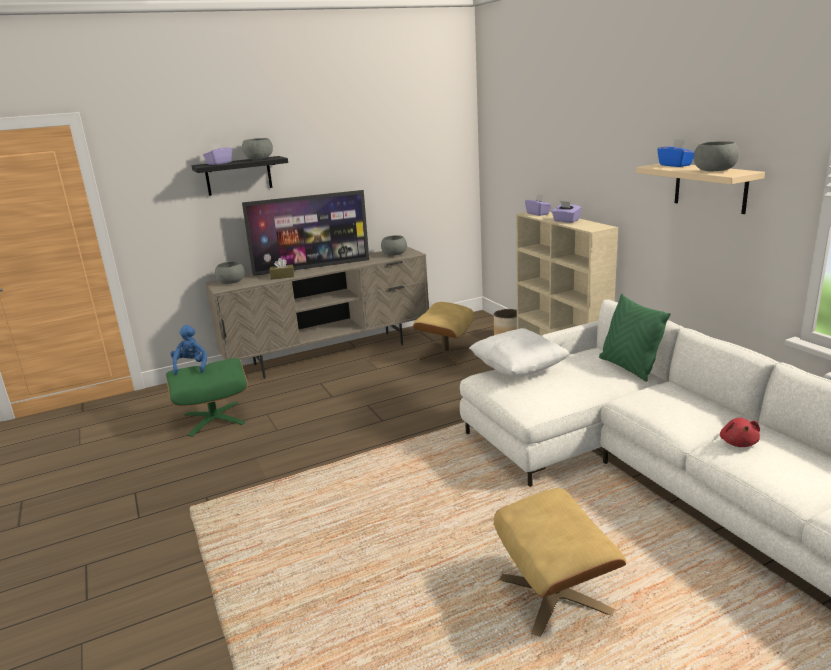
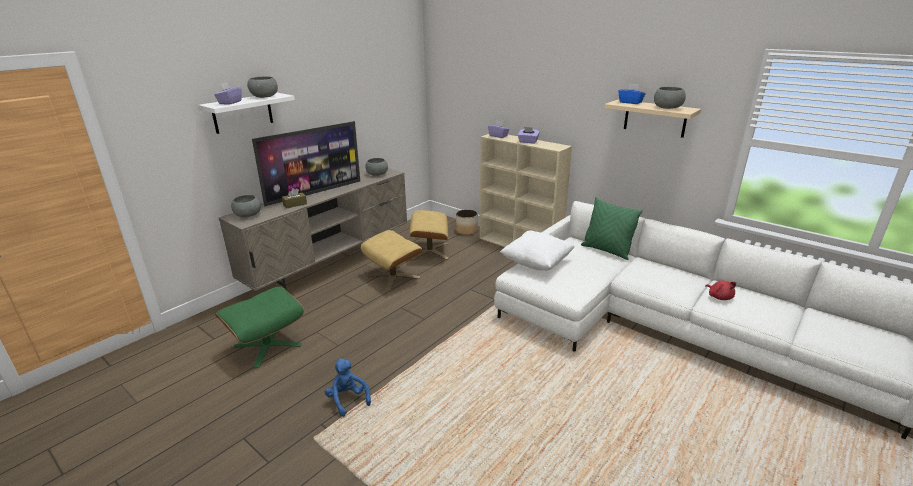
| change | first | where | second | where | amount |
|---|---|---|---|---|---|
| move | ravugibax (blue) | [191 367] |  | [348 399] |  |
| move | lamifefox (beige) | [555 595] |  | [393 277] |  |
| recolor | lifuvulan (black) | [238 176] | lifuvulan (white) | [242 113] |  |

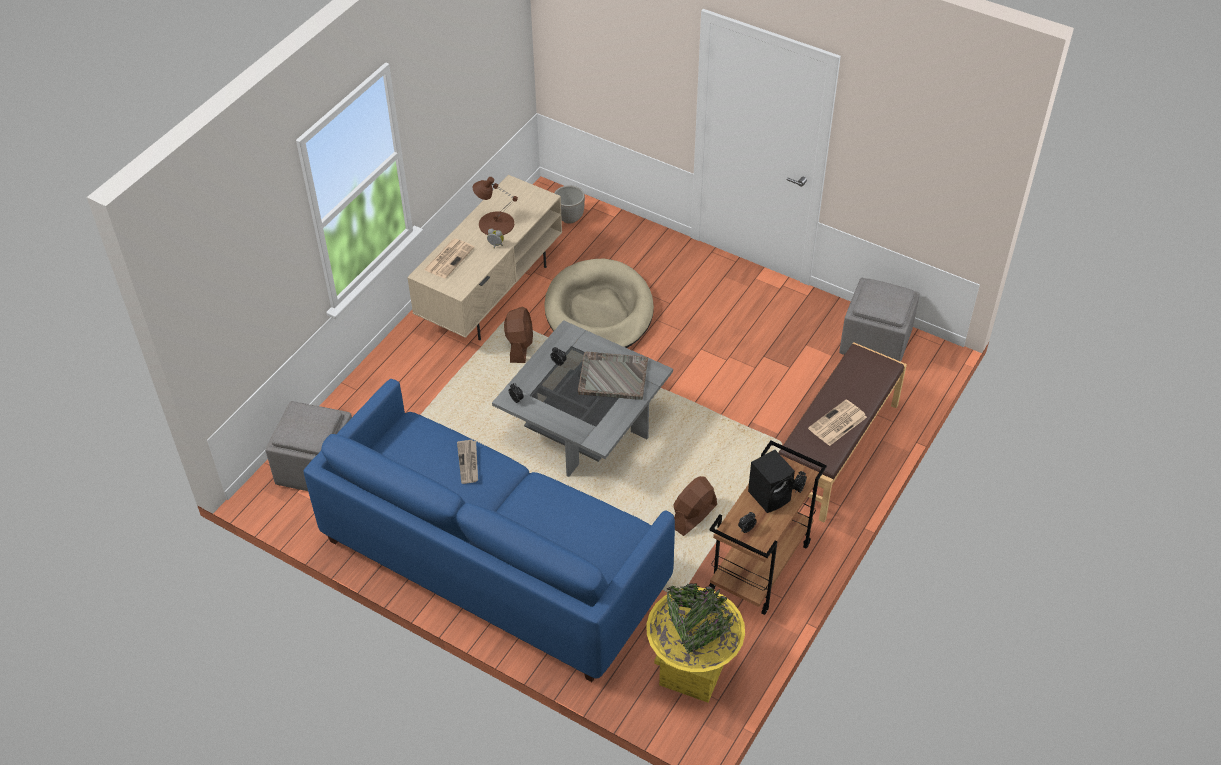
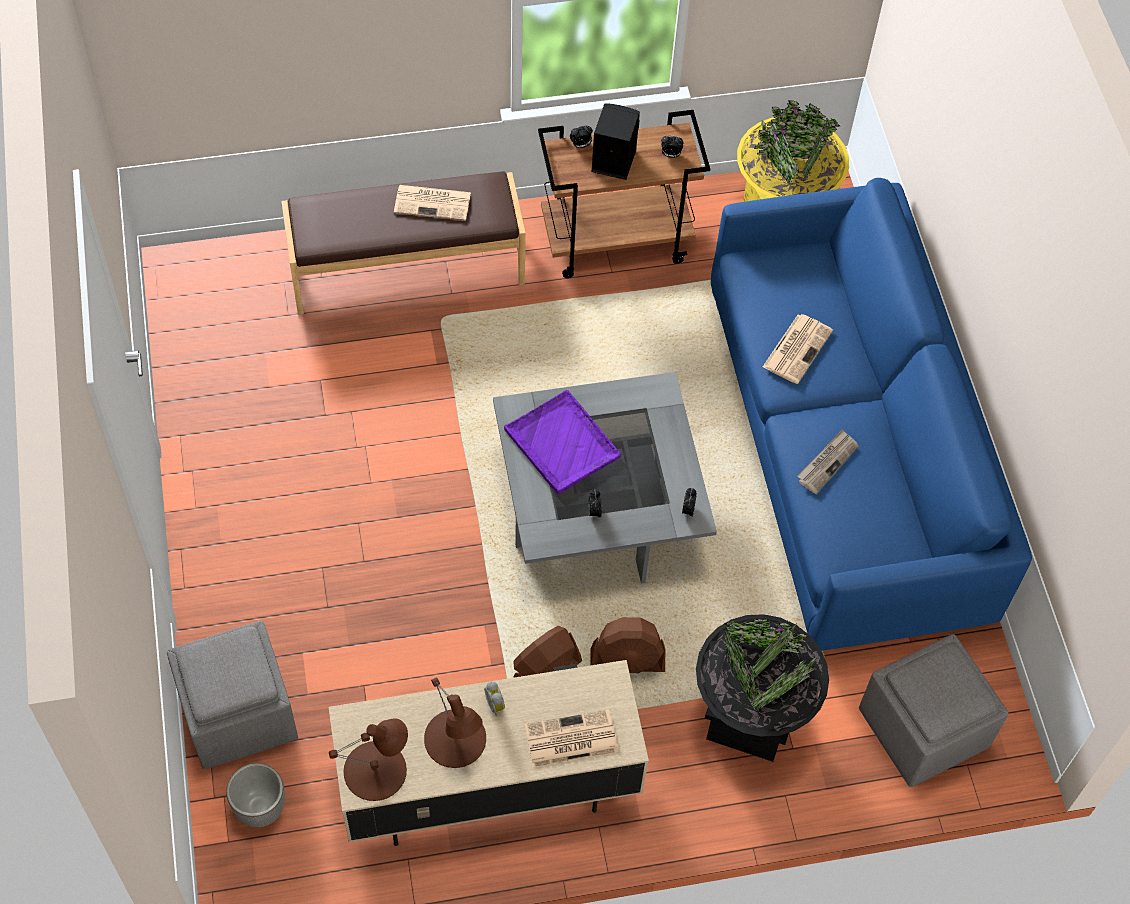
| change | first | where | second | where | amount |
|---|---|---|---|---|---|
| delete | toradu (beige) | [599 311] |  |  |  |
| insert |  |  | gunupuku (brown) | [376 771] |  |
| insert |  |  | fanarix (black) | [750 720] |  |
| insert |  |  | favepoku | [797 348] |  |
| move | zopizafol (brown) | [693 516] |  | [627 661] |  |
| move | lamifefox (grey) | [876 343] |  | [239 712] |  |
| recolor | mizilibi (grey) | [612 377] | mizilibi (purple) | [562 444] |  |

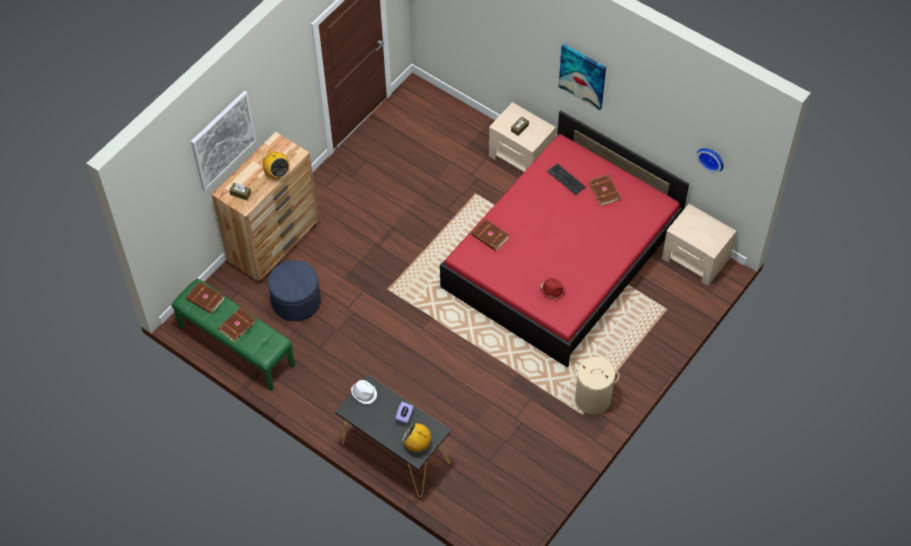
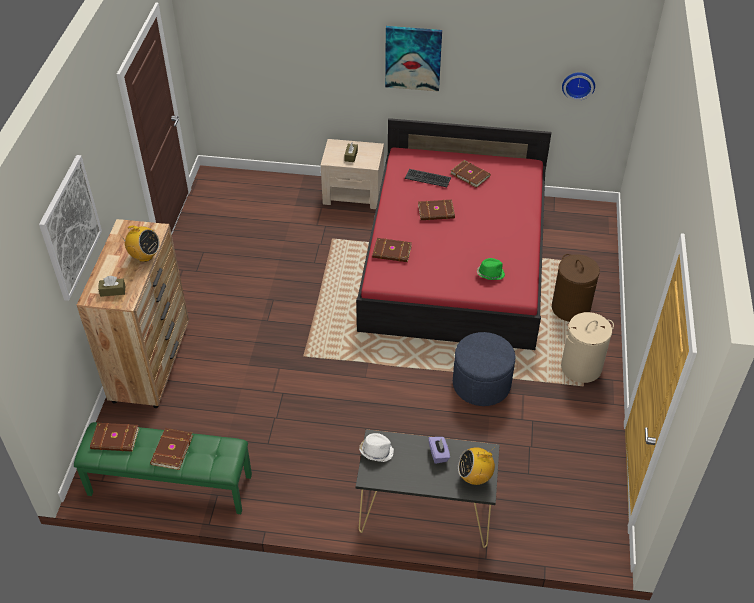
| change | first | where | second | where | amount |
|---|---|---|---|---|---|
| delete | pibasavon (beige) | [696 258] |  |  |  |
| insert |  |  | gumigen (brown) | [436 212] |  |
| insert |  |  | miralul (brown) | [571 308] |  |
| move | lamifefox (blue) | [296 301] |  | [481 384] |  |
| recolor | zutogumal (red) | [552 291] | zutogumal (green) | [490 274] |  |

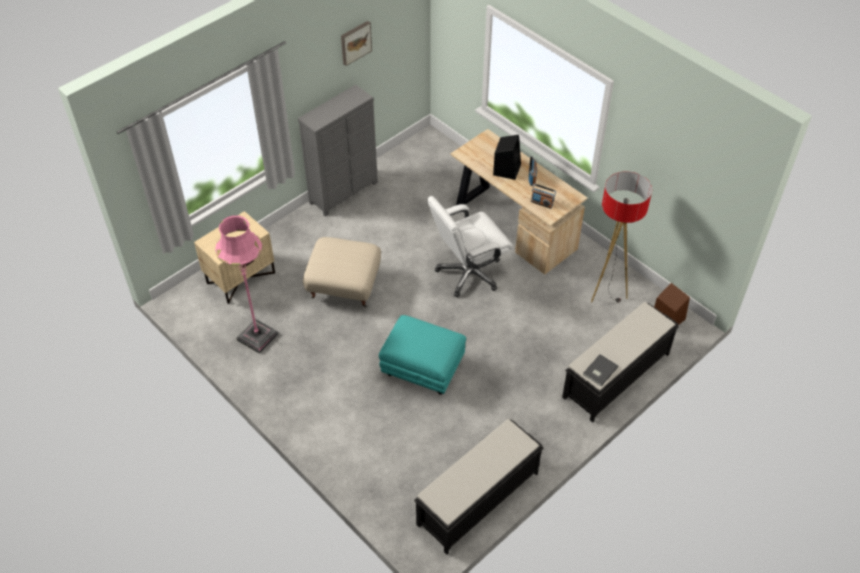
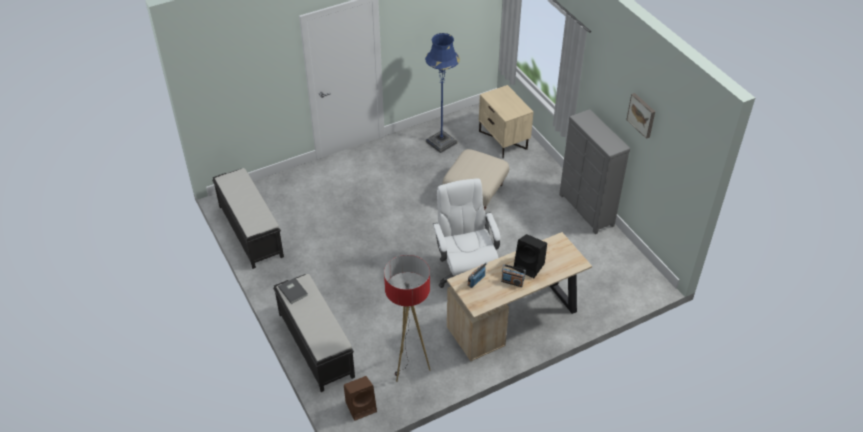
| change | first | where | second | where | amount |
|---|---|---|---|---|---|
| delete | lamifefox (turquoise) | [422 368] |  |  |  |
| recolor | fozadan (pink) | [257 337] | fozadan (blue) | [441 142] |  |

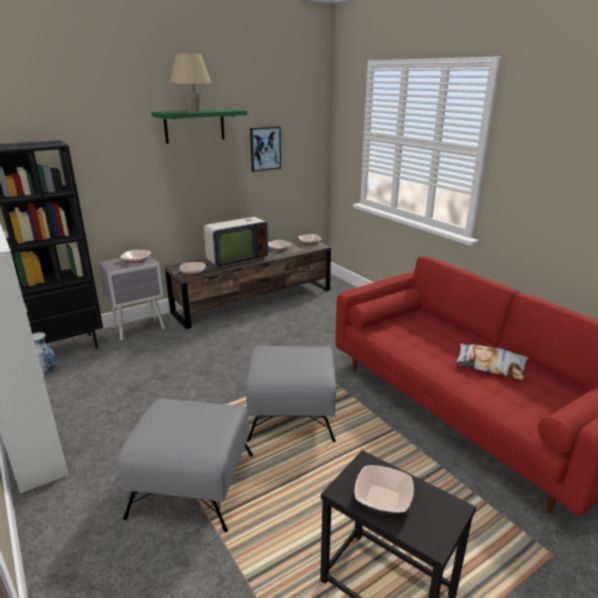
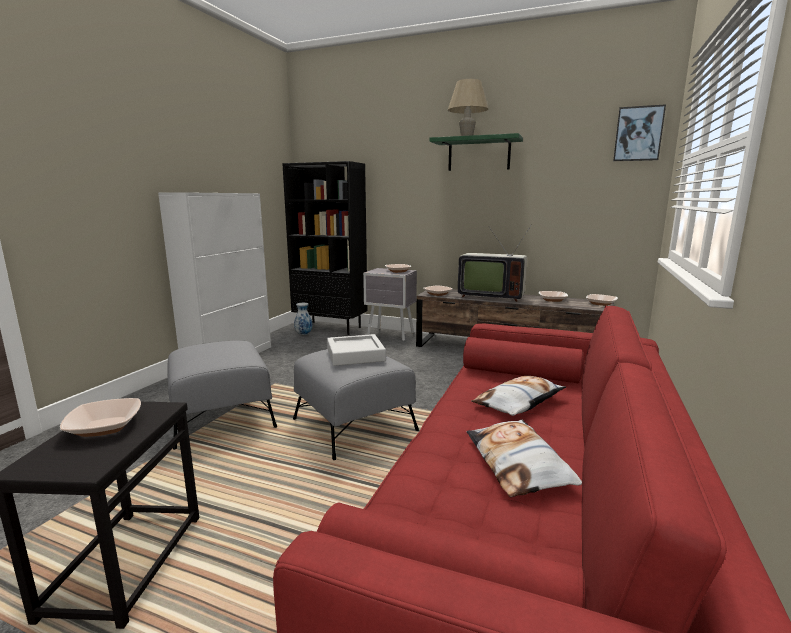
| change | first | where | second | where | amount |
|---|---|---|---|---|---|
| insert |  |  | mizilibi (grey) | [355 355] |  |
| insert |  |  | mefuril | [519 402] |  |
| move | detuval | [265 148] |  | [638 134] |  |

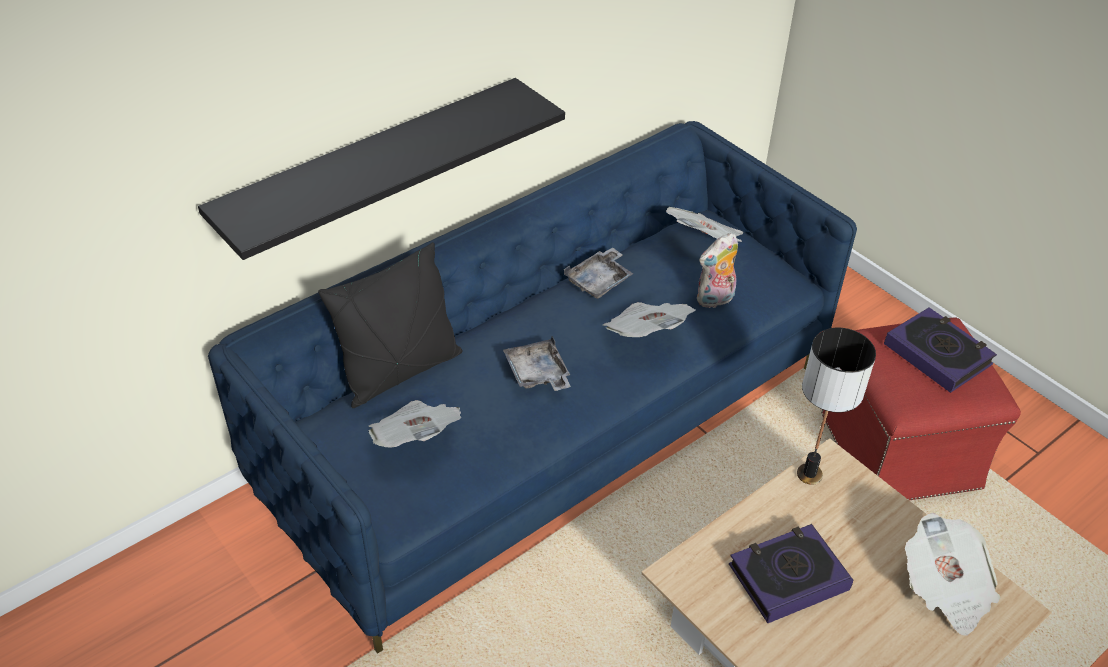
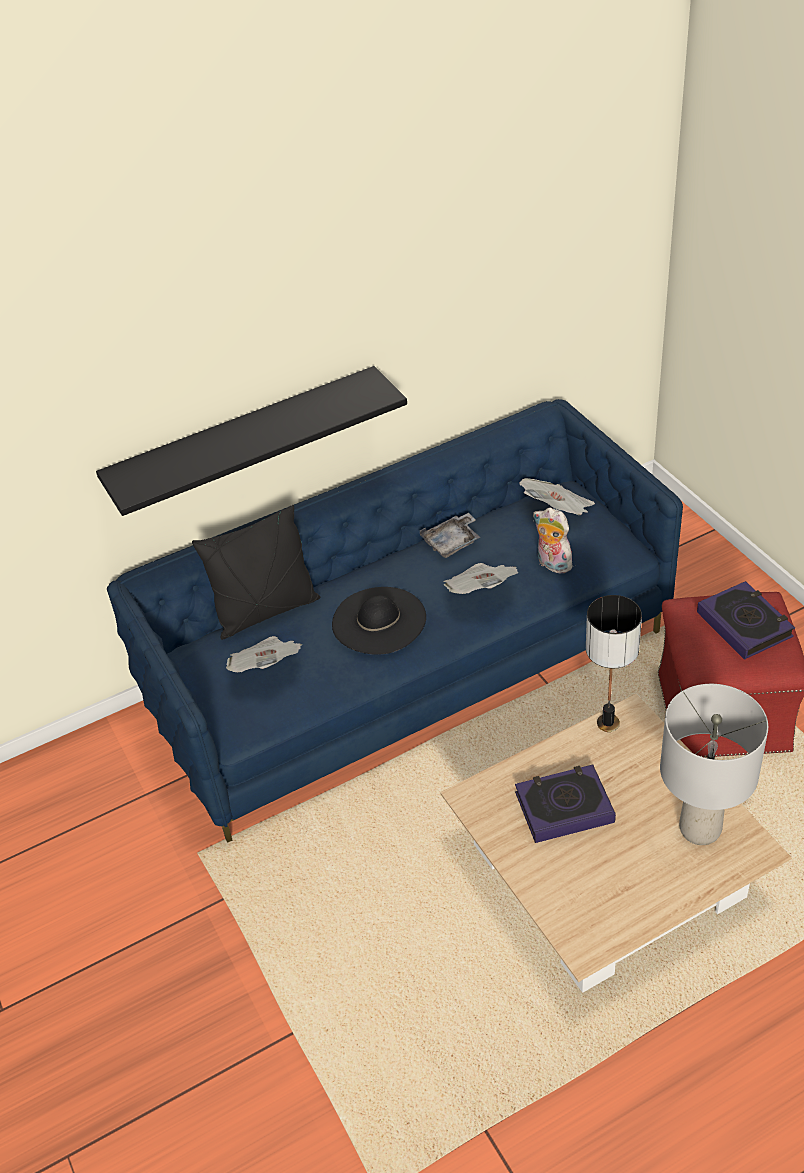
| change | first | where | second | where | amount |
|---|---|---|---|---|---|
| replace | mizilibi (grey) | [537 374] | zutogumal (black) | [379 620] |  |
| replace | favepoku | [945 589] | gunupuku (grey) | [700 830] |  |
| rotate | ravugibax | [715 300] |  | [552 564] | 60 degrees clockwise |

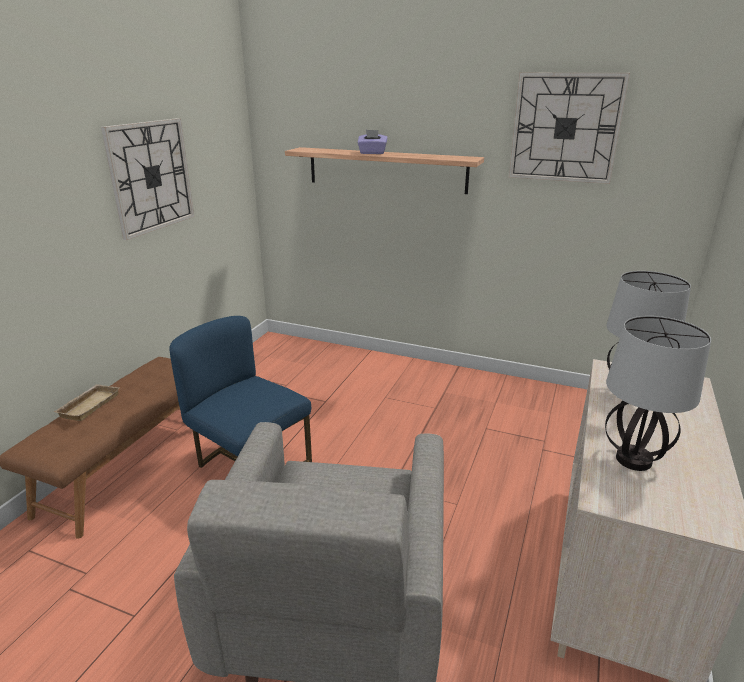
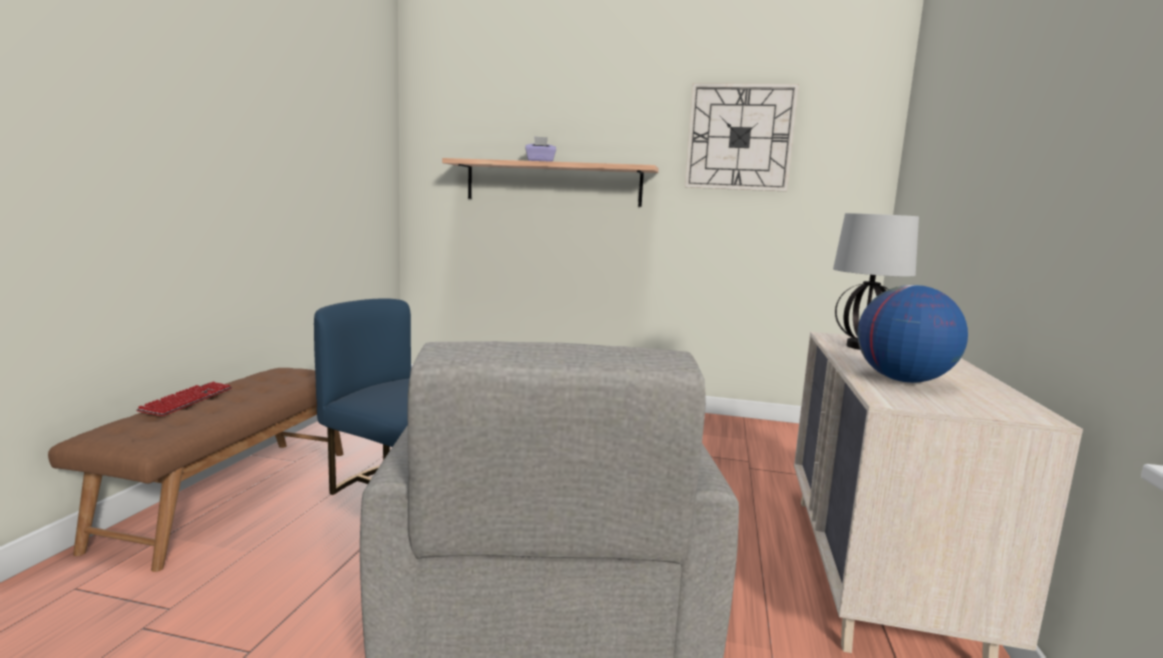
| change | first | where | second | where | amount |
|---|---|---|---|---|---|
| delete | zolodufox | [151 176] |  |  |  |
| replace | mizilibi (beige) | [88 405] | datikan | [187 400] |  |
| replace | gunupuku | [633 460] | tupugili | [902 380] |  |

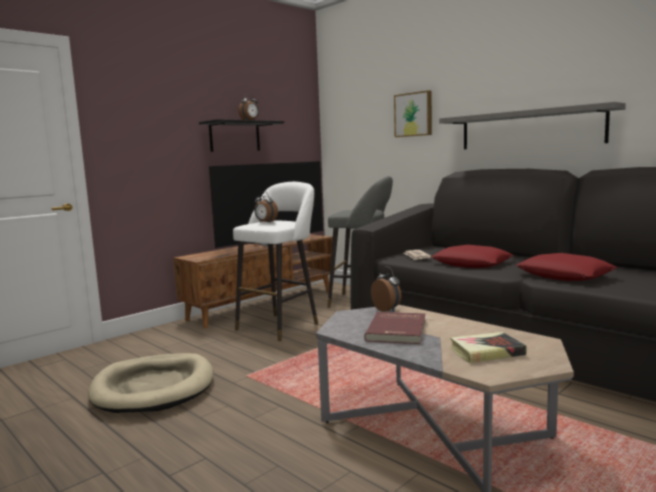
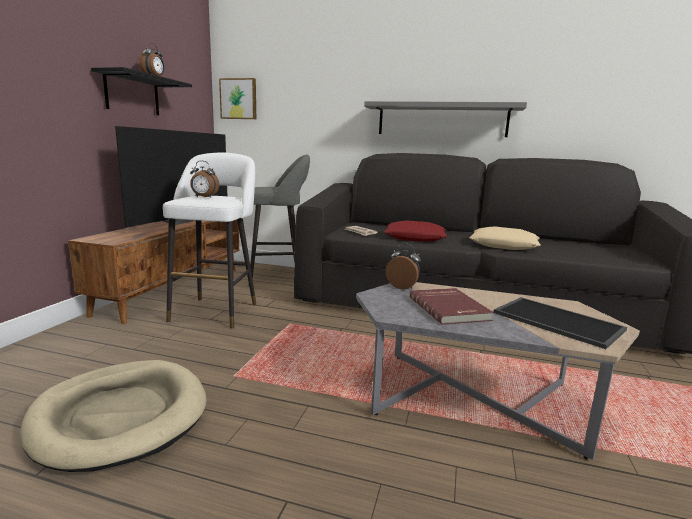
| change | first | where | second | where | amount |
|---|---|---|---|---|---|
| move | detuval | [414 114] |  | [239 99] |  |
| replace | gumigen | [486 352] | mizilibi | [555 321] |  |
| recolor | mefuril (red) | [564 275] | mefuril (beige) | [504 245] |  |

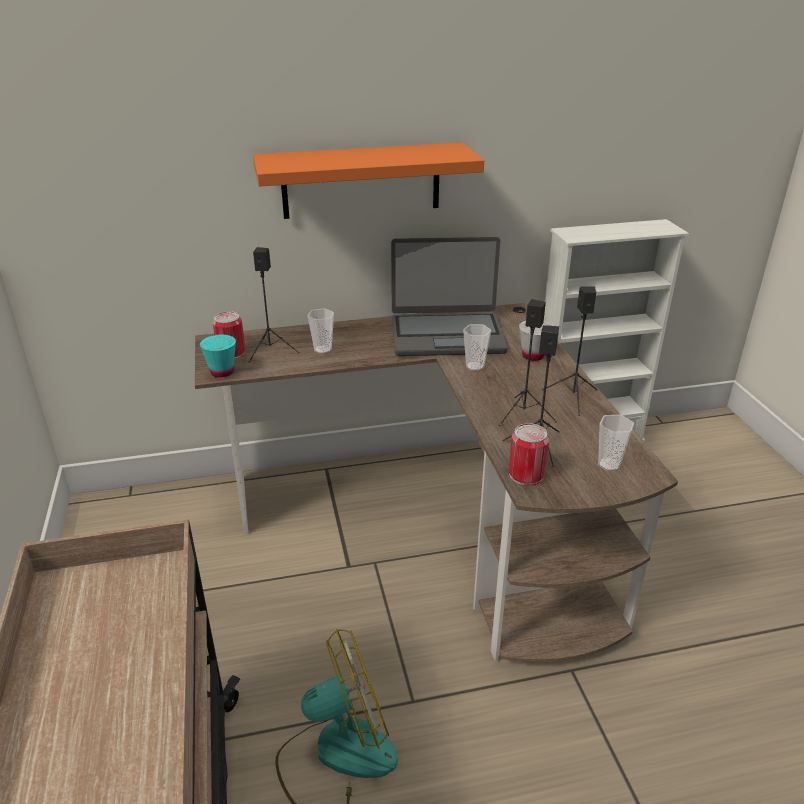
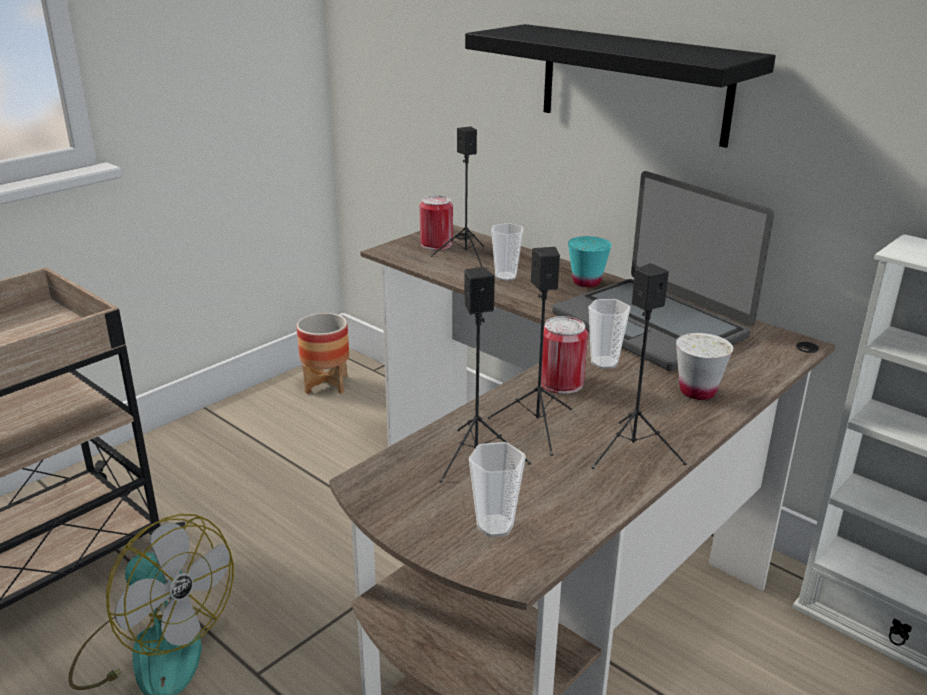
| change | first | where | second | where | amount |
|---|---|---|---|---|---|
| insert |  |  | fanarix | [326 384] |  |
| move | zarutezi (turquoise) | [222 372] |  | [586 282] |  |
| move | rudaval | [526 474] |  | [561 382] |  |
| recolor | lifuvulan (orange) | [361 181] | lifuvulan (black) | [633 84] |  |

